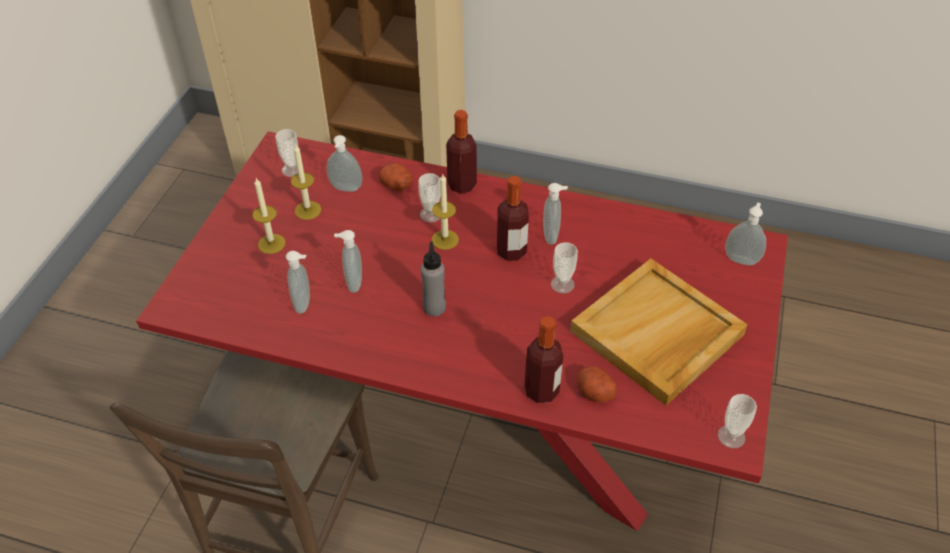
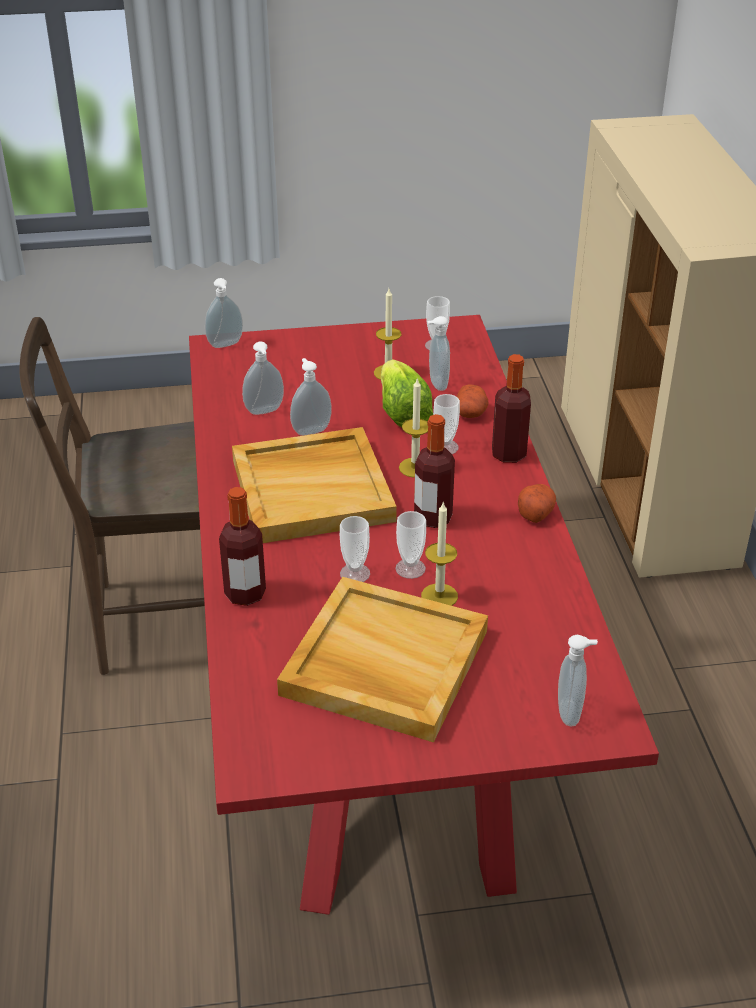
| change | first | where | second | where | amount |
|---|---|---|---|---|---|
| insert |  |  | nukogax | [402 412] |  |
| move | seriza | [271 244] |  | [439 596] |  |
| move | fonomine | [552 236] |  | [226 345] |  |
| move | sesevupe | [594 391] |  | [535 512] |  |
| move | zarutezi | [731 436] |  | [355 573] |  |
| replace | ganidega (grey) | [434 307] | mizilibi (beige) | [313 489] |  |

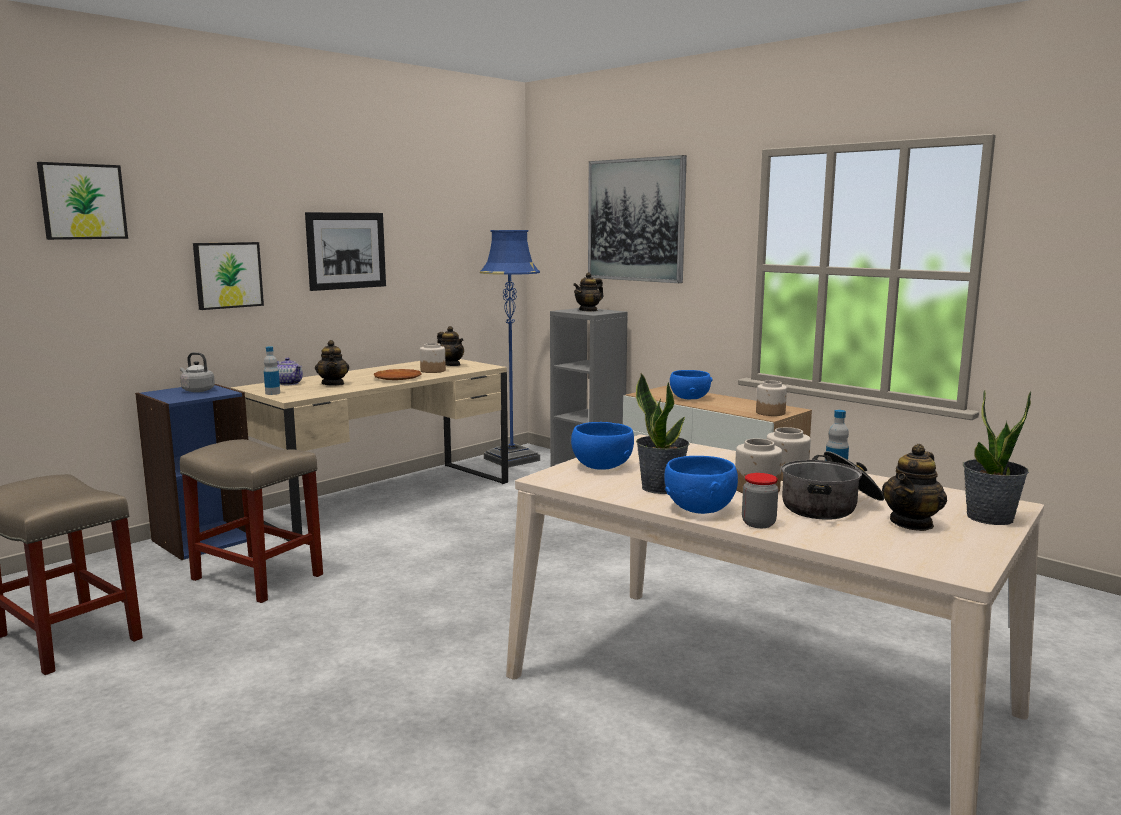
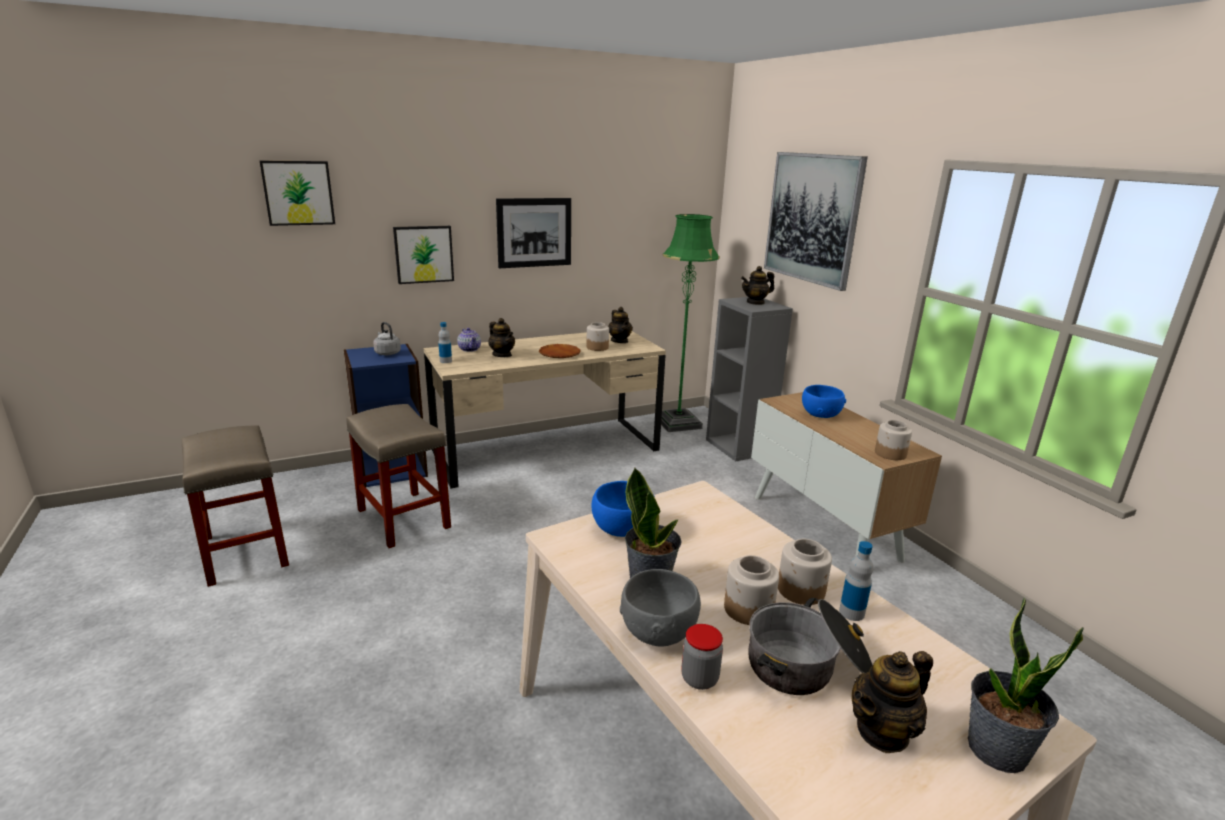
| change | first | where | second | where | amount |
|---|---|---|---|---|---|
| recolor | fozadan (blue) | [511 459] | fozadan (green) | [678 423] |  |
| recolor | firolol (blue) | [700 509] | firolol (grey) | [659 632] |  |
| rotate | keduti | [333 384] |  | [502 355] | 45 degrees counterclockwise |

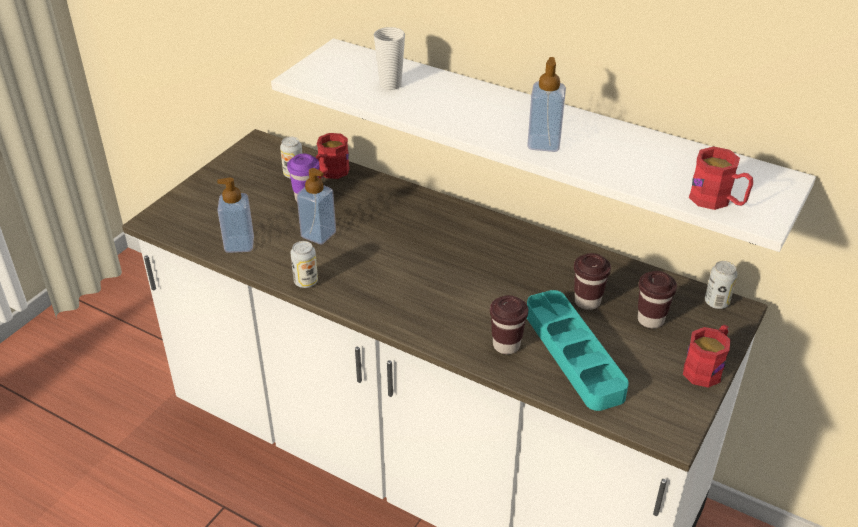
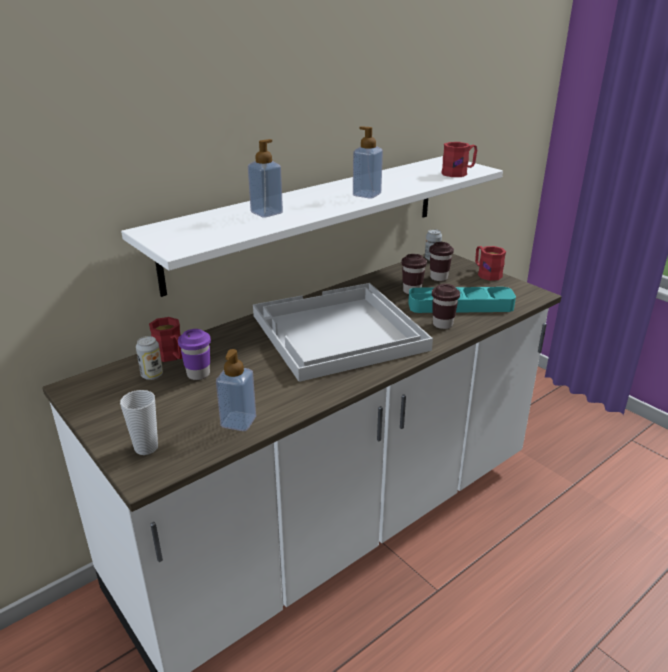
| change | first | where | second | where | amount |
|---|---|---|---|---|---|
| delete | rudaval | [306 282] |  |  |  |
| insert |  |  | mizilibi (white) | [337 333] |  |
| move | fonomine | [318 234] |  | [266 213] |  |
| move | zarutezi | [390 85] |  | [146 448] |  |

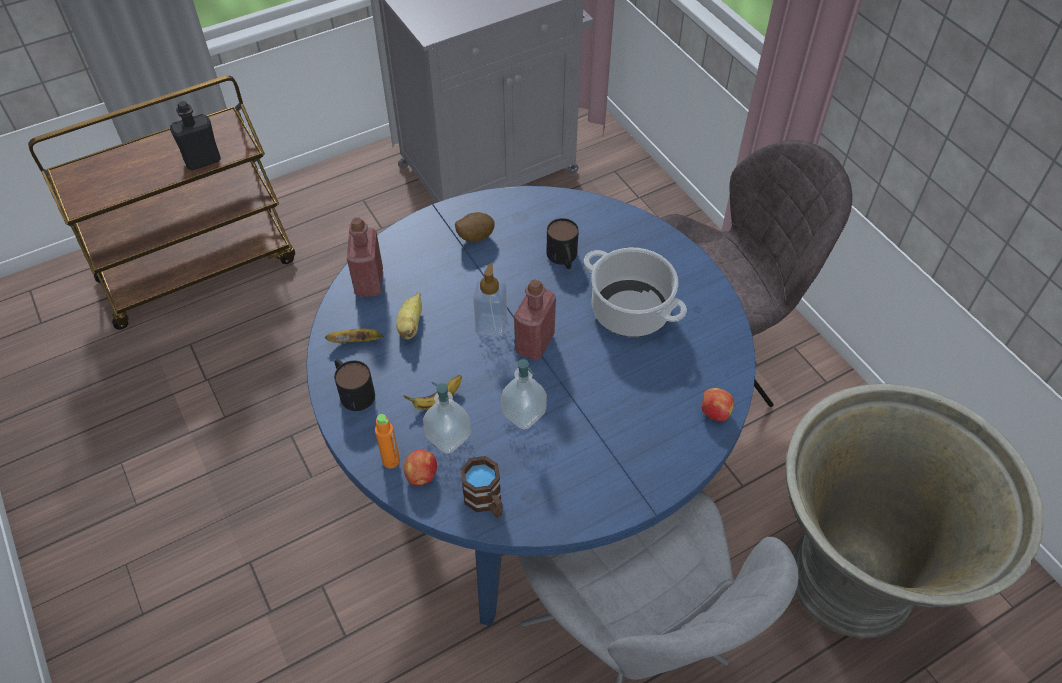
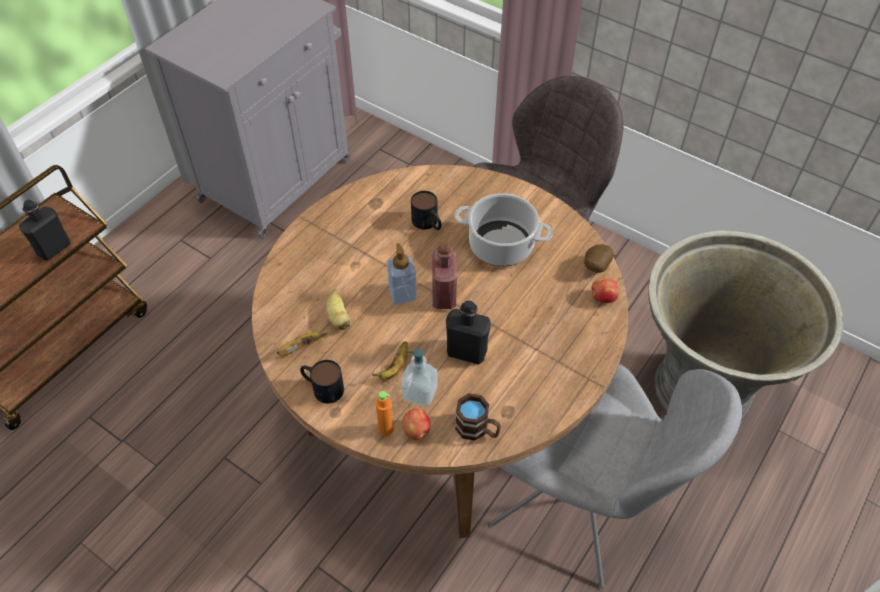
| change | first | where | second | where | amount |
|---|---|---|---|---|---|
| delete | ganidega (red) | [369 282] |  |  |  |
| move | sesevupe | [474 237] |  | [595 267] |  |
| replace | fonomine | [523 413] | ganidega (black) | [466 352] |  |
| recolor | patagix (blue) | [531 478] | patagix (brown) | [439 411] |  |

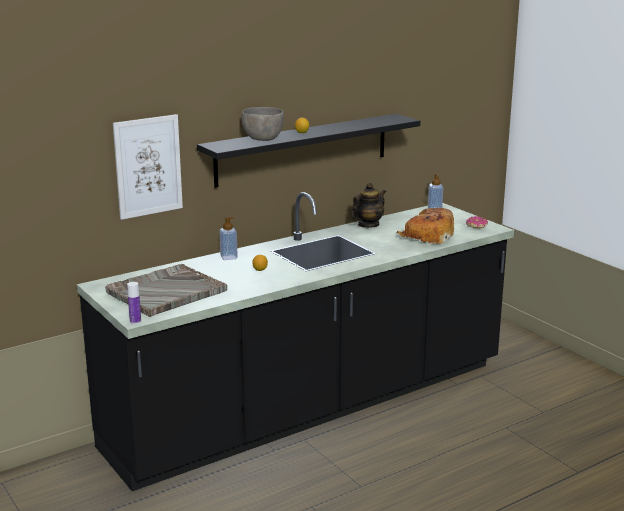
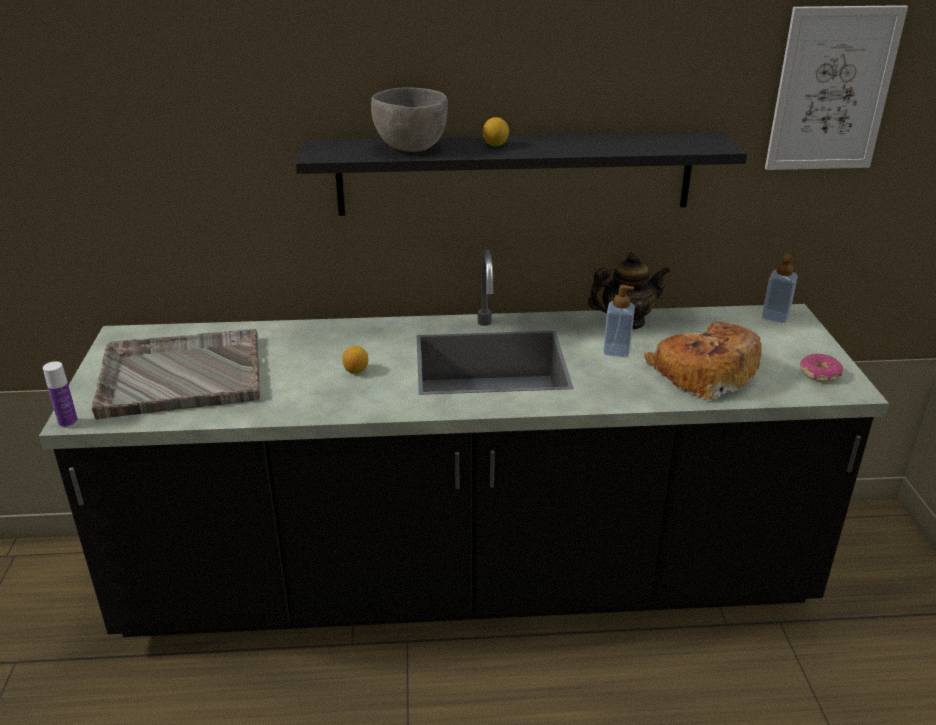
| change | first | where | second | where | amount |
|---|---|---|---|---|---|
| move | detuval | [148 166] |  | [832 90] |  |
| move | fonomine | [229 257] |  | [616 350] |  |

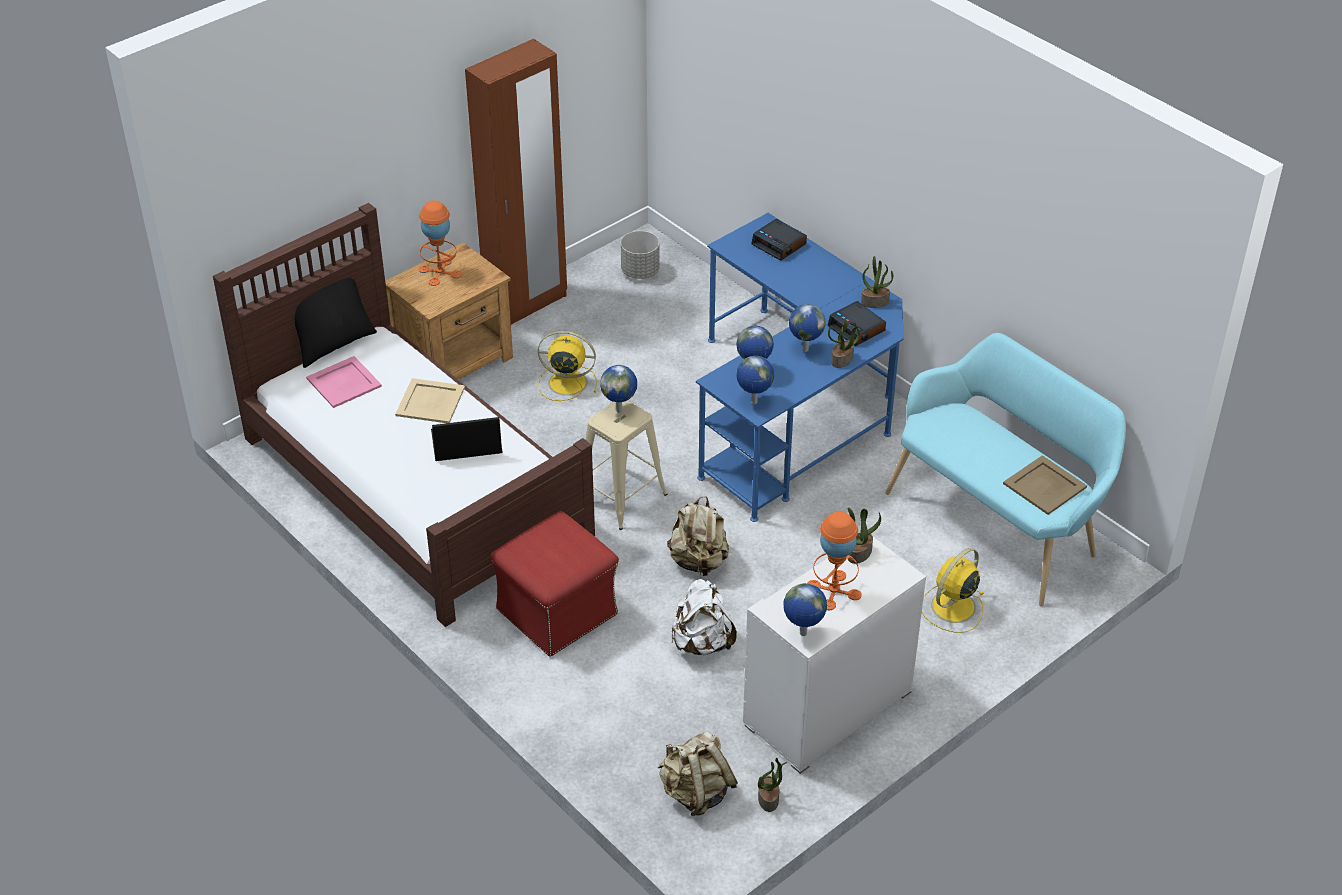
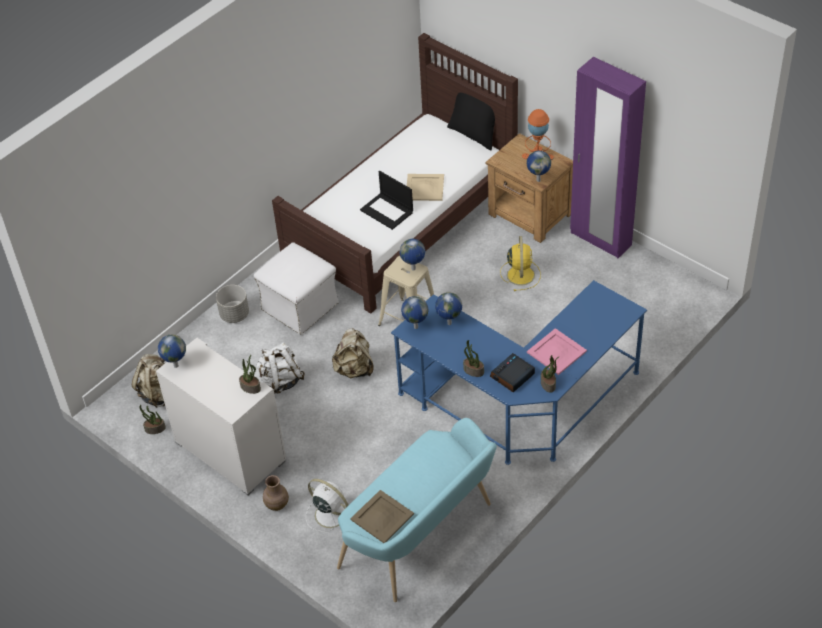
| change | first | where | second | where | amount |
|---|---|---|---|---|---|
| delete | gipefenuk | [779 244] |  |  |  |
| delete | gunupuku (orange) | [834 590] |  |  |  |
| insert |  |  | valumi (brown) | [277 504] |  |
| move | mizilibi (pink) | [344 382] |  | [556 352] |  |
| move | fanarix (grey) | [640 271] |  | [235 315] |  |
| move | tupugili | [804 349] |  | [538 180] |  |
| recolor | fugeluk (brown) | [526 305] | fugeluk (purple) | [600 239] |  |
| recolor | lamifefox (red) | [558 611] | lamifefox (white) | [300 307] |  |
| recolor | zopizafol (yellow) | [952 608] | zopizafol (white) | [329 514] |  |
| rotate | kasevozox | [466 443] |  | [387 211] | 150 degrees clockwise |

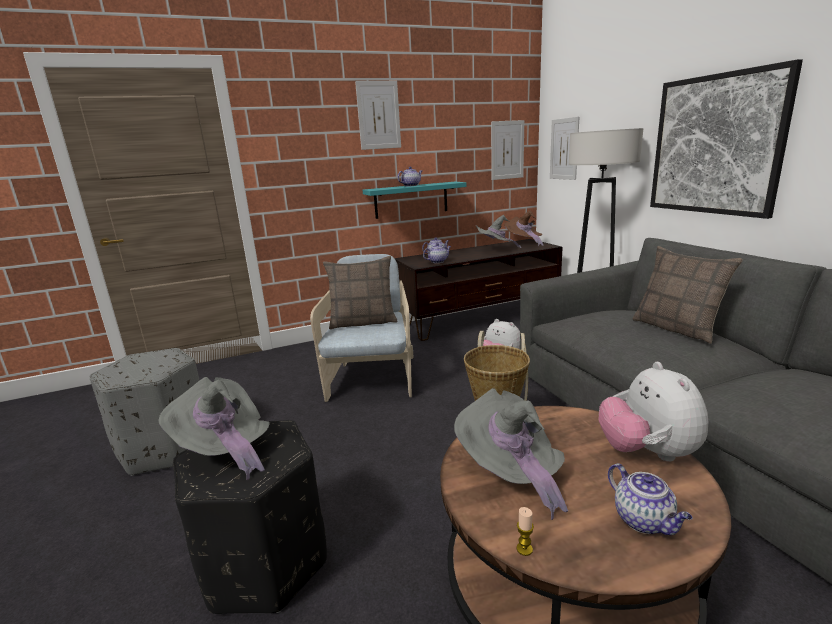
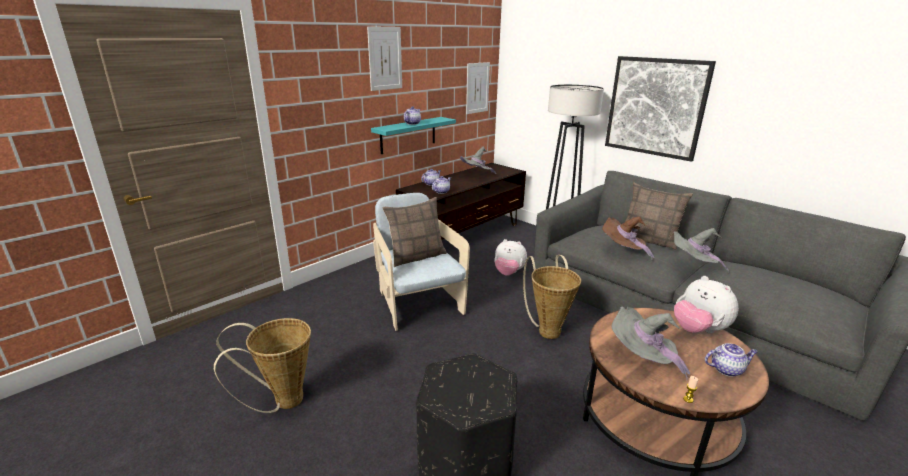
| change | first | where | second | where | amount |
|---|---|---|---|---|---|
| delete | detuval | [564 149] |  |  |  |
| move | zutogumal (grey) | [224 450] |  | [693 265] |  |
| move | zutogumal (brown) | [524 242] |  | [623 251] |  |
| replace | lamifefox (grey) | [166 447] | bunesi | [282 401] |  |
| rotate | keduti | [644 521] |  | [727 369] | 45 degrees counterclockwise |

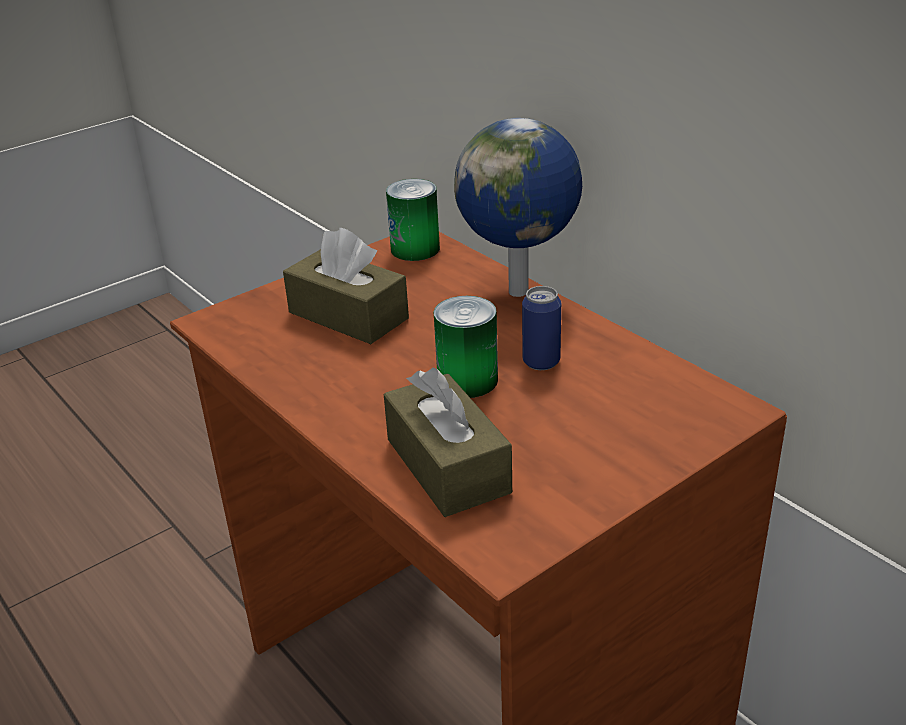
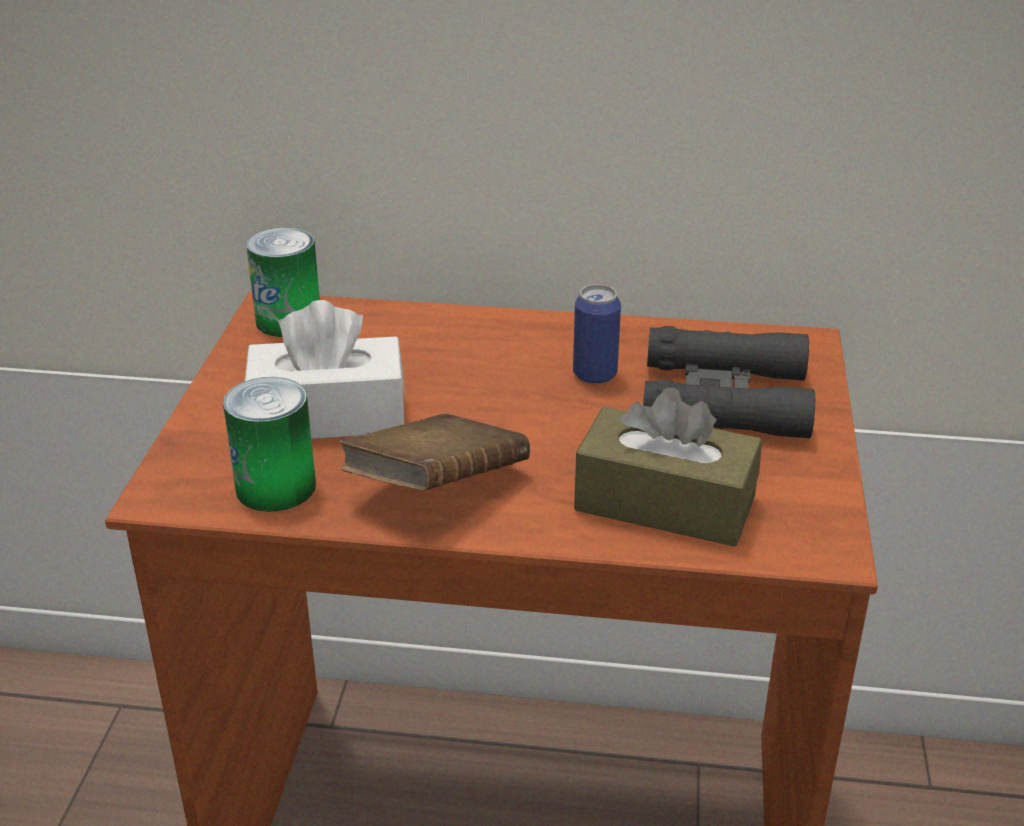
| change | first | where | second | where | amount |
|---|---|---|---|---|---|
| delete | tupugili | [521 292] |  |  |  |
| insert |  |  | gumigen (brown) | [437 488] |  |
| insert |  |  | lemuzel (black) | [724 399] |  |
| move | rudaval | [467 380] |  | [276 487] |  |
| recolor | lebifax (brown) | [348 315] | lebifax (white) | [328 416] |  |

